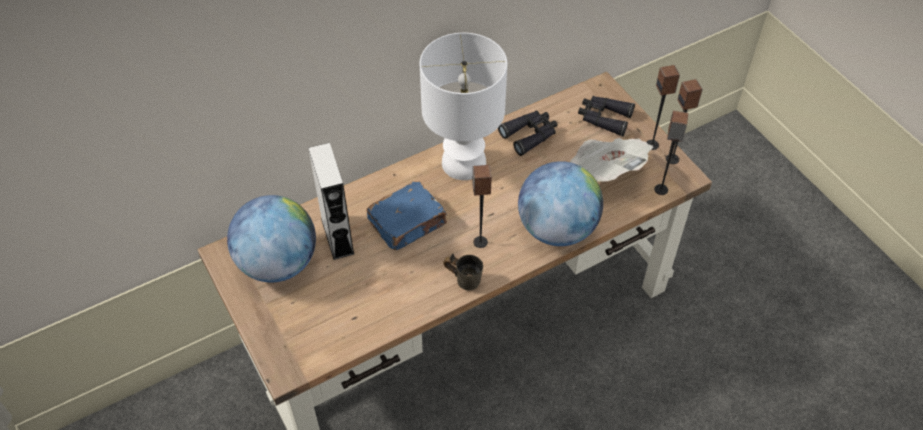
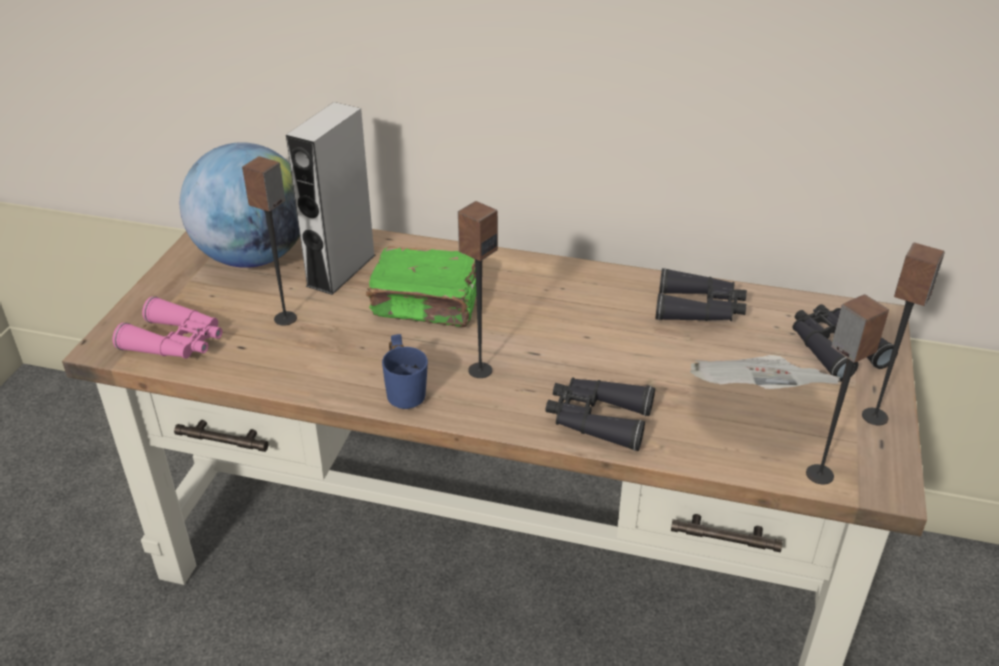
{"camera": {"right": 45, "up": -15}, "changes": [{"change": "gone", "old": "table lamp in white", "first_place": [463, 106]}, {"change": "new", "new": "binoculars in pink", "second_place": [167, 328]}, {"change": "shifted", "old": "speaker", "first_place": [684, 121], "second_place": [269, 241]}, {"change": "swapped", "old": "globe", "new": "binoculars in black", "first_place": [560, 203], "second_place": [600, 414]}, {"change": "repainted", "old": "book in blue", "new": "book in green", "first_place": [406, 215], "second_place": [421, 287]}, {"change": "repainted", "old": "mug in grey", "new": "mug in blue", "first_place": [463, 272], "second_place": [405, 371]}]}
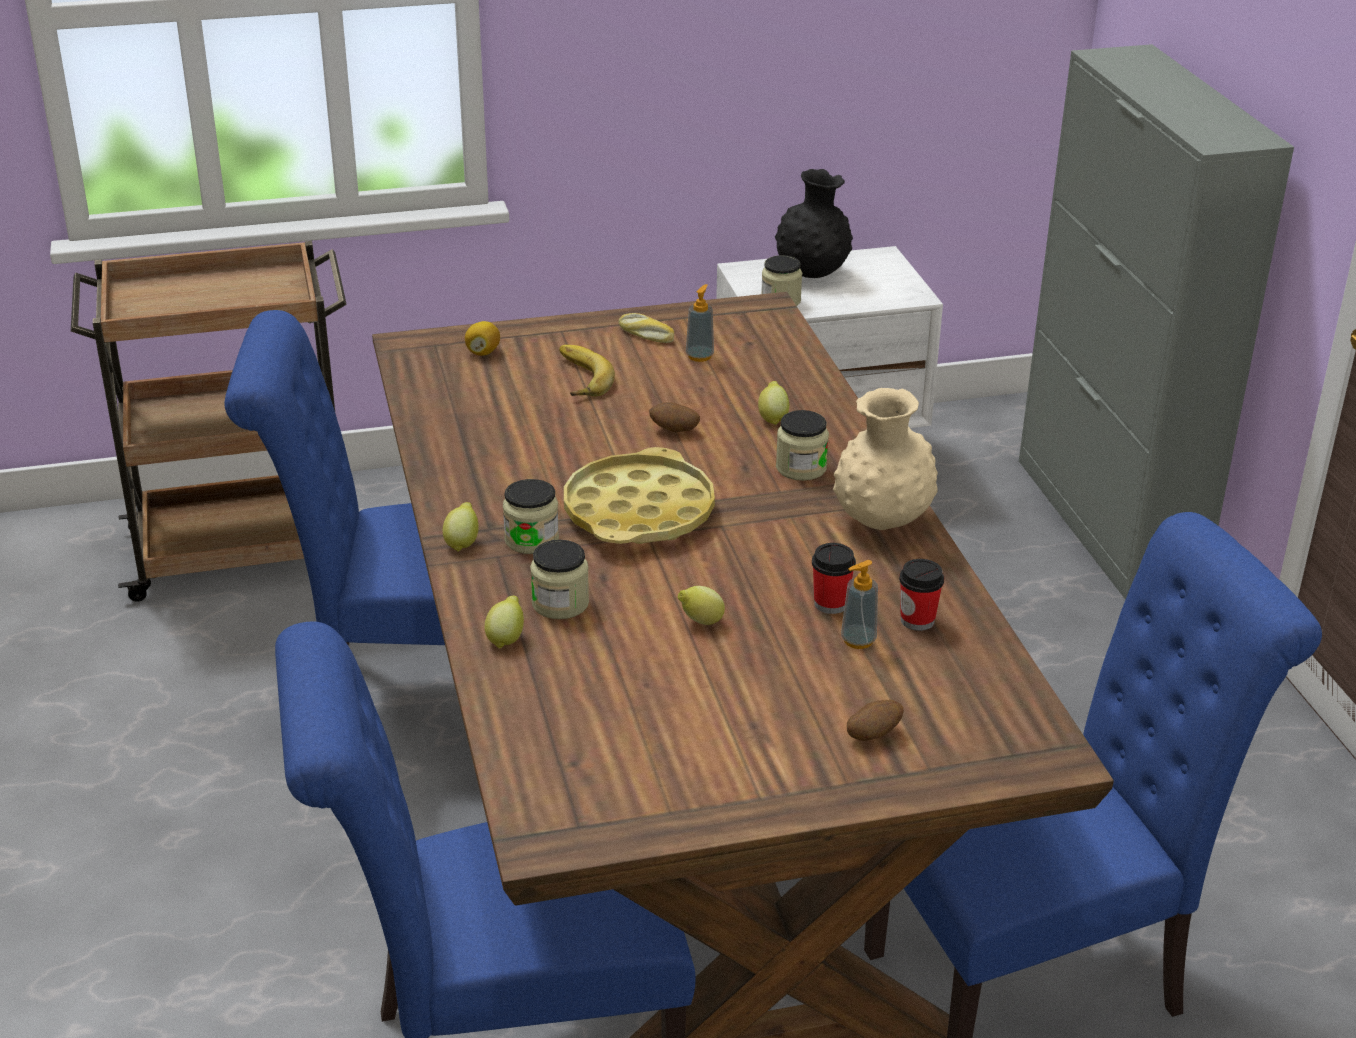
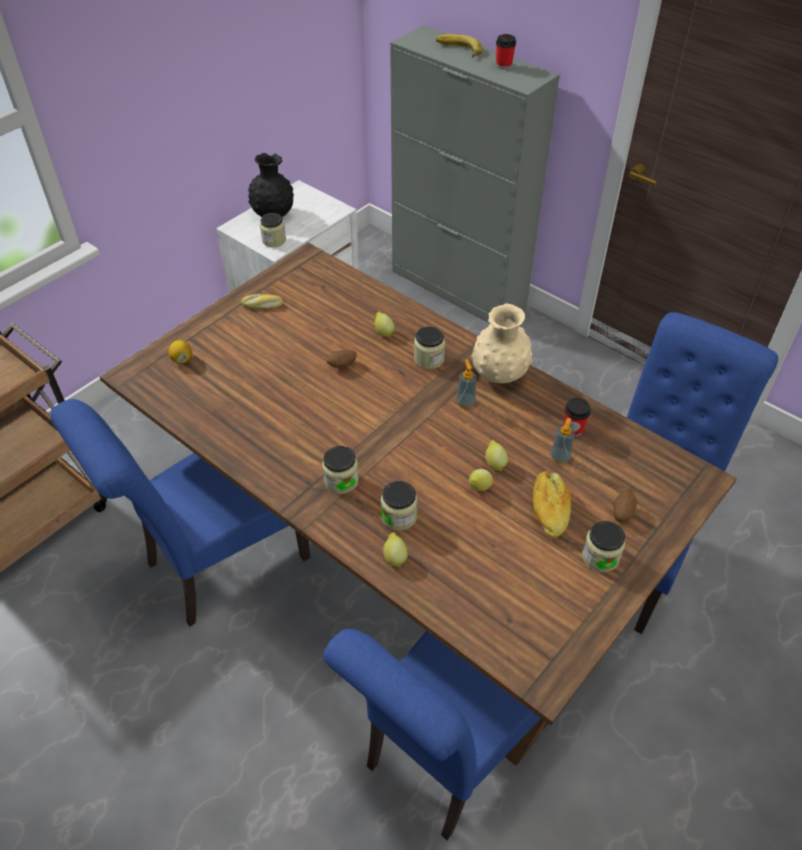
{"camera": {"right": -35, "up": 15}, "changes": [{"change": "gone", "old": "tray in yellow", "first_place": [639, 495]}, {"change": "new", "new": "bread", "second_place": [552, 504]}, {"change": "new", "new": "jar", "second_place": [603, 546]}, {"change": "shifted", "old": "lemon", "first_place": [460, 527], "second_place": [496, 455]}, {"change": "shifted", "old": "banana", "first_place": [587, 370], "second_place": [459, 45]}, {"change": "shifted", "old": "soap dispenser", "first_place": [700, 323], "second_place": [466, 383]}, {"change": "shifted", "old": "cup", "first_place": [834, 578], "second_place": [506, 52]}]}
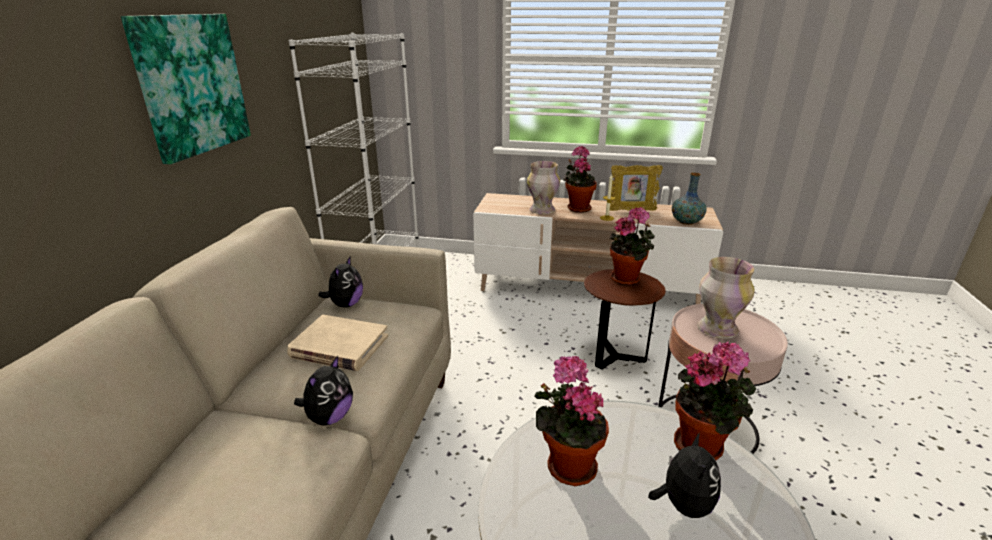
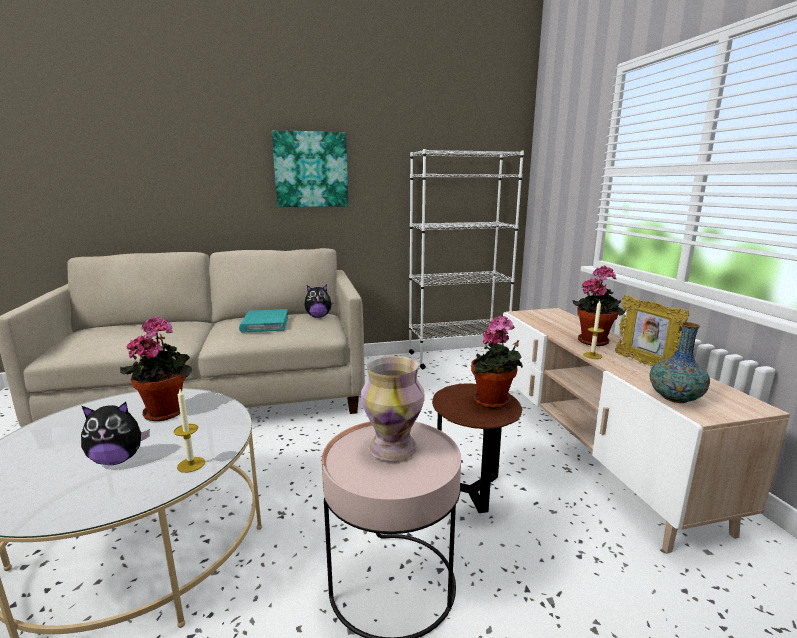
{"camera": {"right": 65, "up": -10}, "changes": [{"change": "gone", "old": "plush toy", "first_place": [323, 391]}, {"change": "gone", "old": "vase", "first_place": [543, 187]}, {"change": "swapped", "old": "potted plant", "new": "candle", "first_place": [715, 401], "second_place": [189, 431]}, {"change": "repainted", "old": "book in beige", "new": "book in turquoise", "first_place": [337, 343], "second_place": [263, 320]}]}
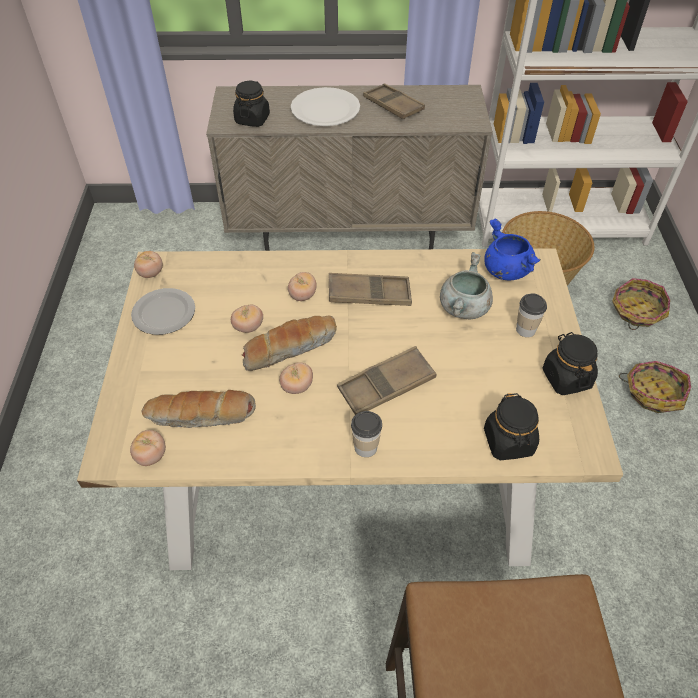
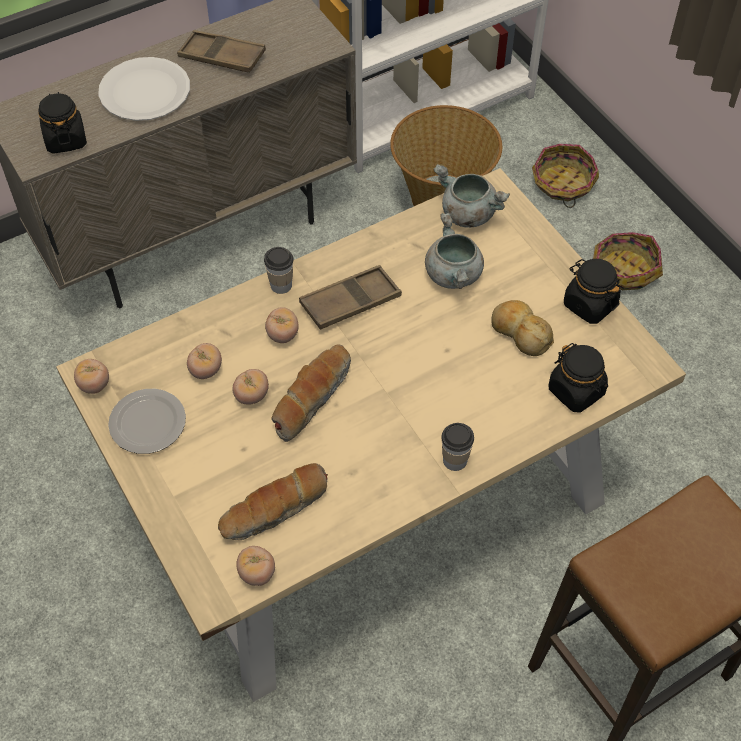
{"camera": {"right": -30, "up": 5}, "changes": [{"change": "gone", "old": "tray in brown", "first_place": [387, 380]}, {"change": "new", "new": "bread", "second_place": [522, 328]}, {"change": "shifted", "old": "tomato", "first_place": [296, 378], "second_place": [204, 361]}, {"change": "shifted", "old": "cup", "first_place": [531, 315], "second_place": [279, 270]}, {"change": "repainted", "old": "cooking pot in blue", "new": "cooking pot in grey", "first_place": [512, 249], "second_place": [471, 196]}]}
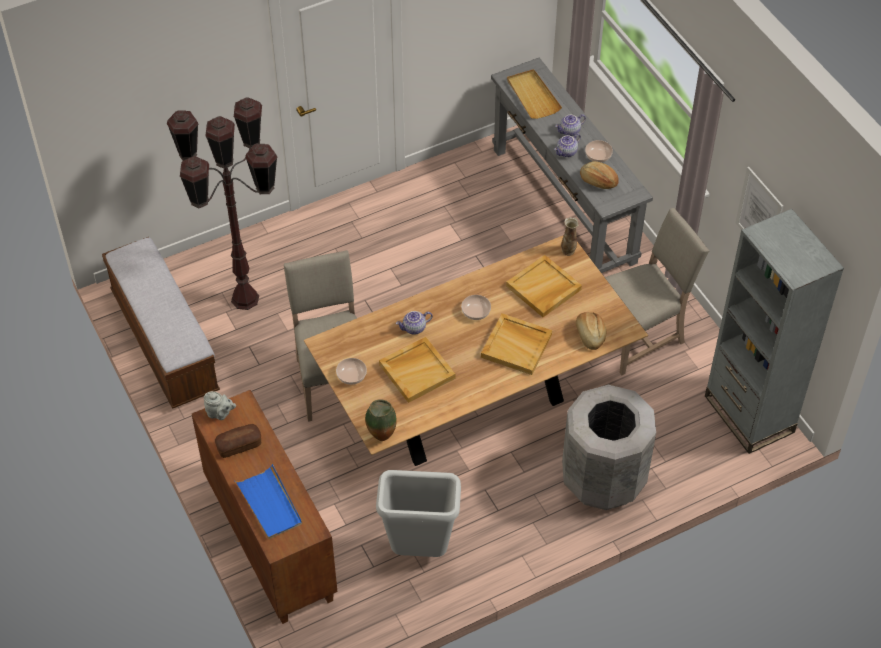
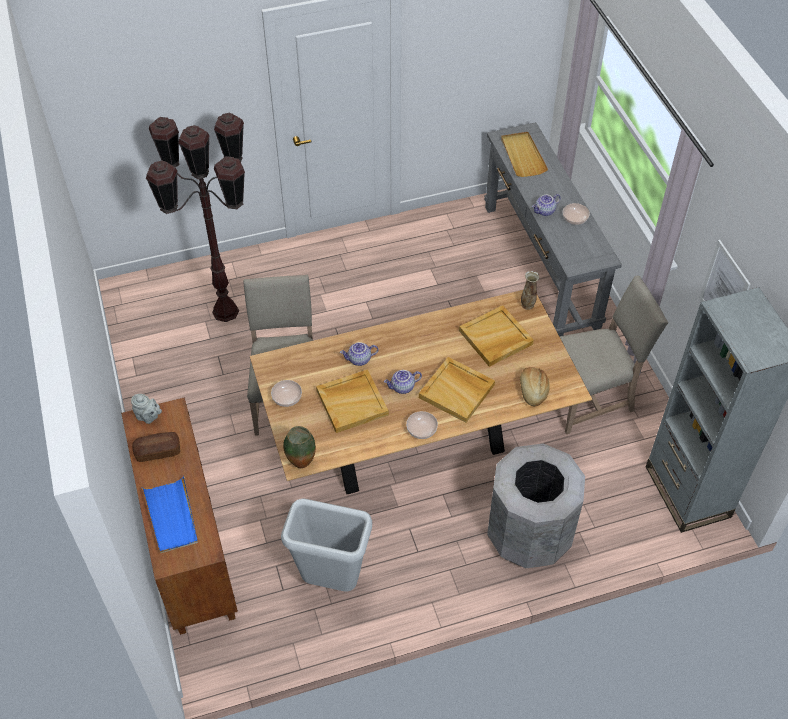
{"camera": {"right": 10, "up": 0}, "changes": [{"change": "gone", "old": "bench", "first_place": [161, 323]}, {"change": "gone", "old": "bread", "first_place": [599, 175]}, {"change": "shifted", "old": "bowl", "first_place": [476, 307], "second_place": [422, 425]}, {"change": "shifted", "old": "teapot", "first_place": [570, 125], "second_place": [403, 382]}]}
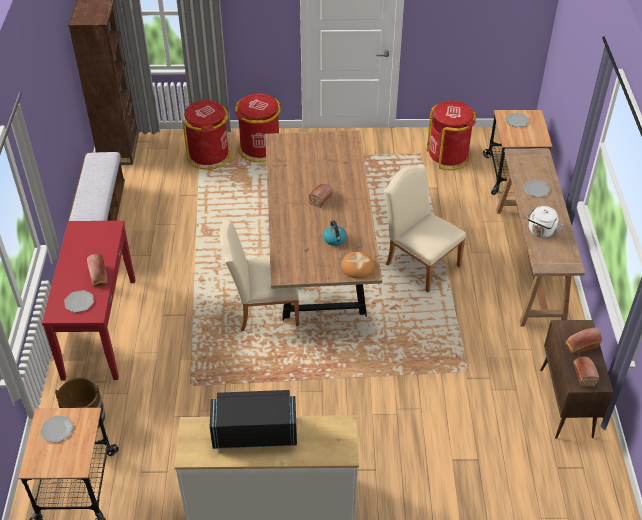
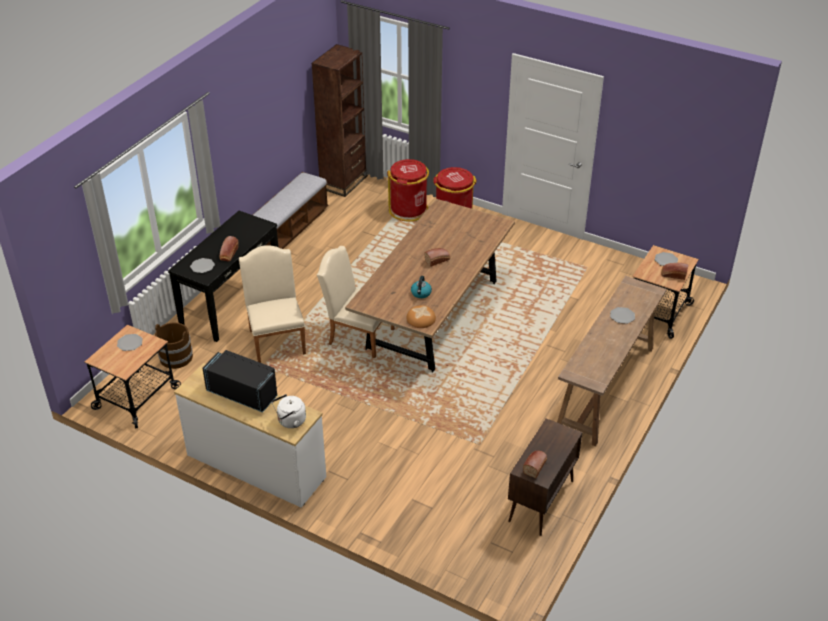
{"camera": {"right": 30, "up": -5}, "changes": [{"change": "gone", "old": "trash can in red", "first_place": [451, 135]}, {"change": "shifted", "old": "chair in beige", "first_place": [425, 228], "second_place": [272, 304]}, {"change": "shifted", "old": "kettle in white", "first_place": [545, 221], "second_place": [289, 411]}, {"change": "shifted", "old": "bread", "first_place": [583, 340], "second_place": [675, 271]}, {"change": "repainted", "old": "console table in red", "new": "console table in black", "first_place": [88, 300], "second_place": [223, 276]}]}
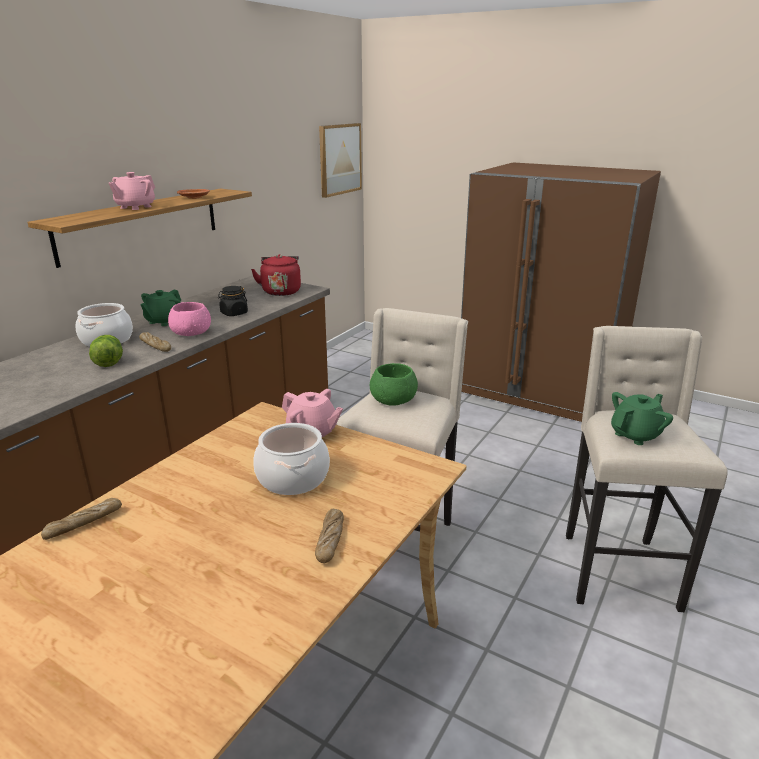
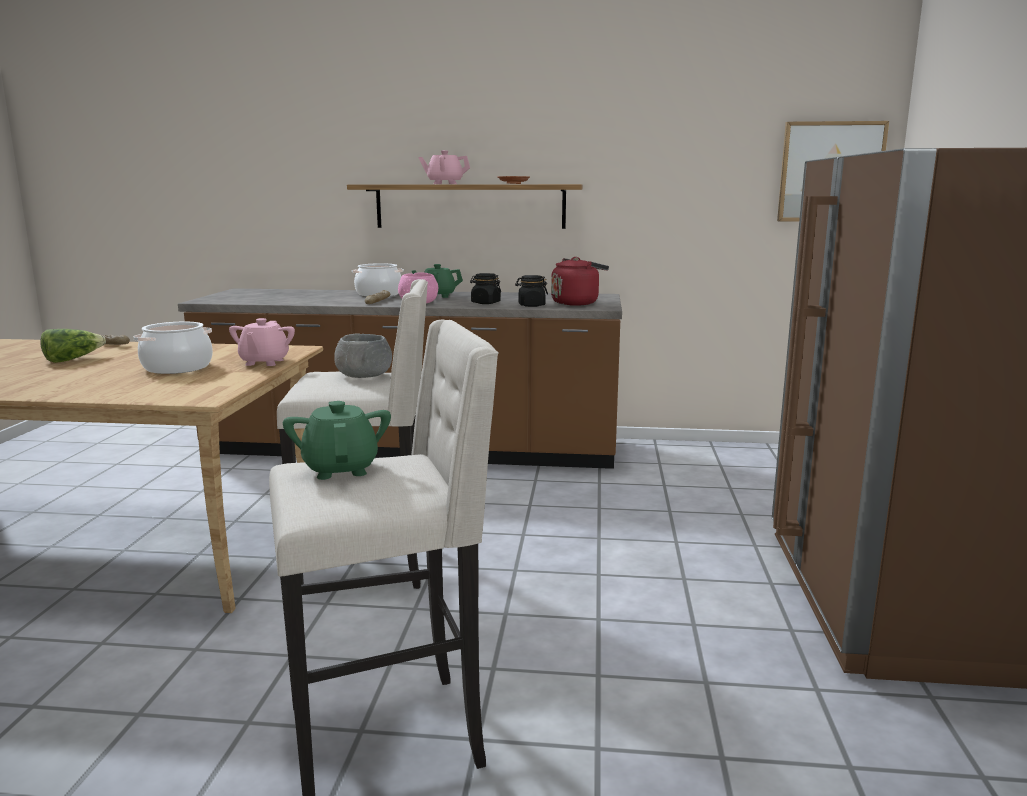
{"camera": {"right": 65, "up": -10}, "changes": [{"change": "gone", "old": "bread", "first_place": [329, 536]}, {"change": "new", "new": "jar in black", "second_place": [531, 291]}, {"change": "shifted", "old": "lettuce", "first_place": [106, 351], "second_place": [73, 346]}, {"change": "repainted", "old": "bowl in green", "new": "bowl in grey", "first_place": [394, 384], "second_place": [363, 355]}, {"change": "rotated", "old": "teapot in green", "first_place": [642, 418], "second_place": [337, 440], "degrees": -135}]}
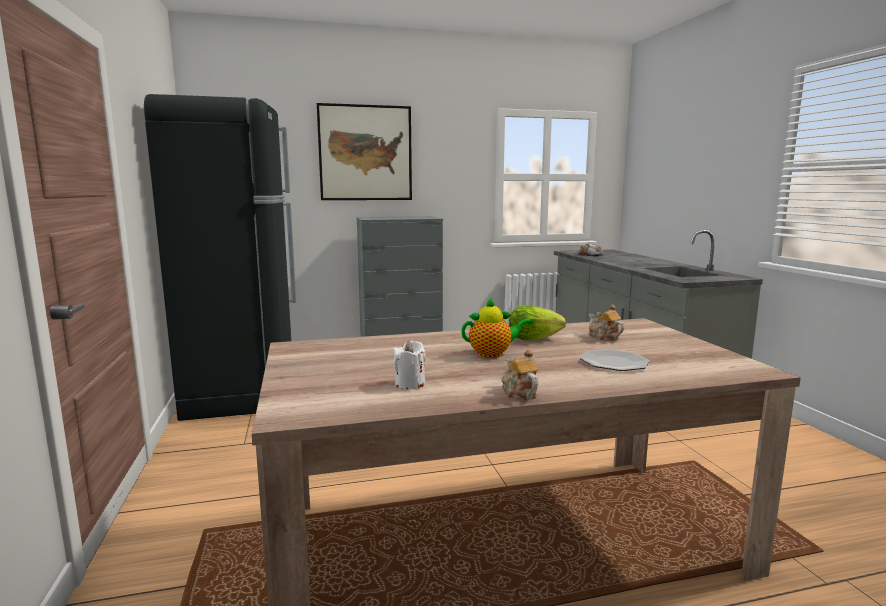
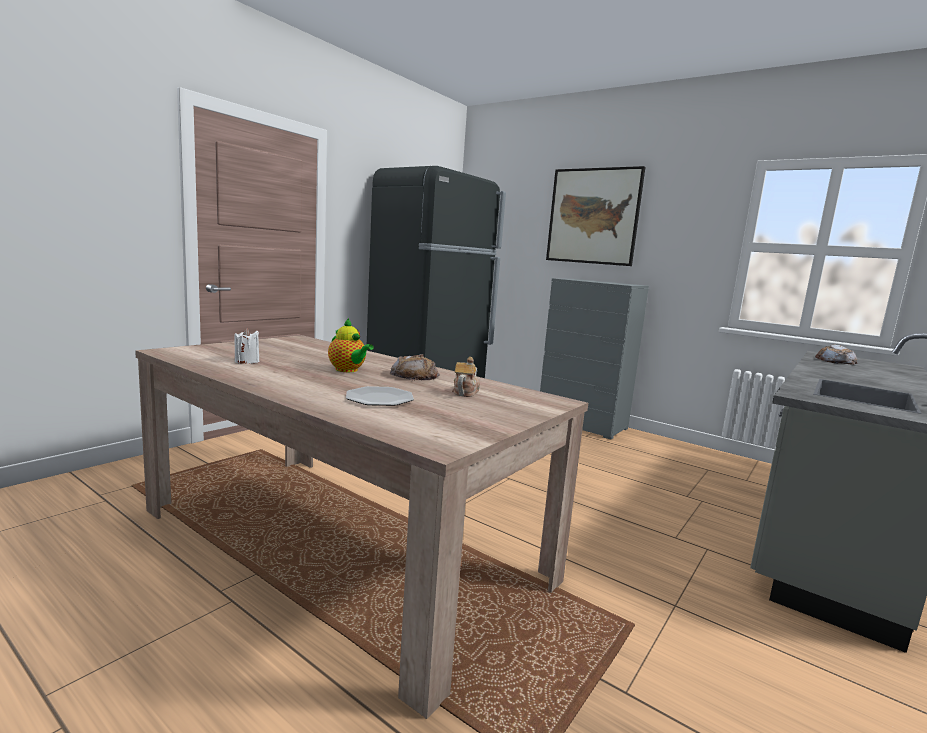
{"camera": {"right": 50, "up": 0}, "changes": [{"change": "gone", "old": "teapot", "first_place": [520, 374]}, {"change": "swapped", "old": "lettuce", "new": "bread", "first_place": [537, 322], "second_place": [415, 367]}]}
